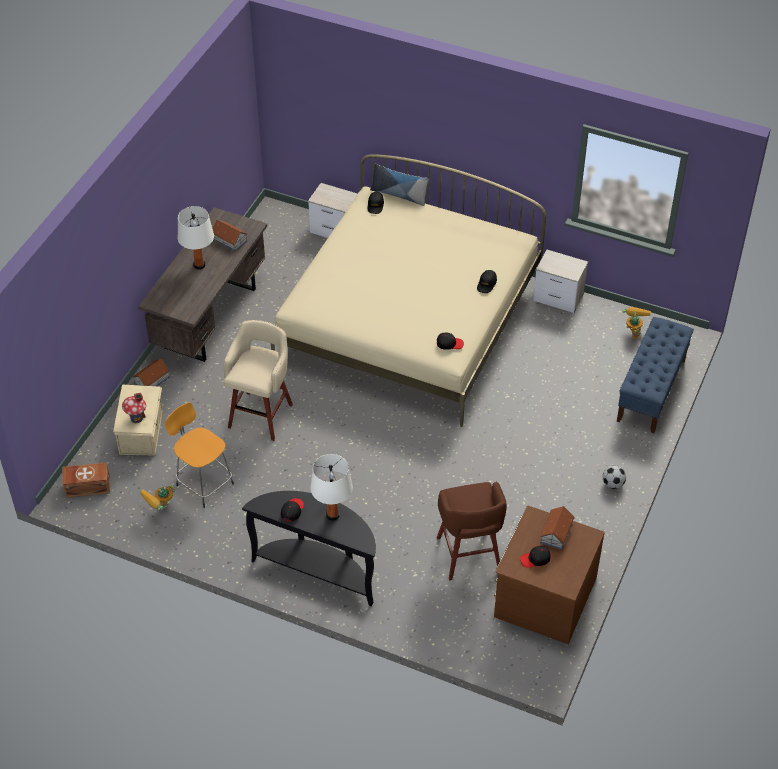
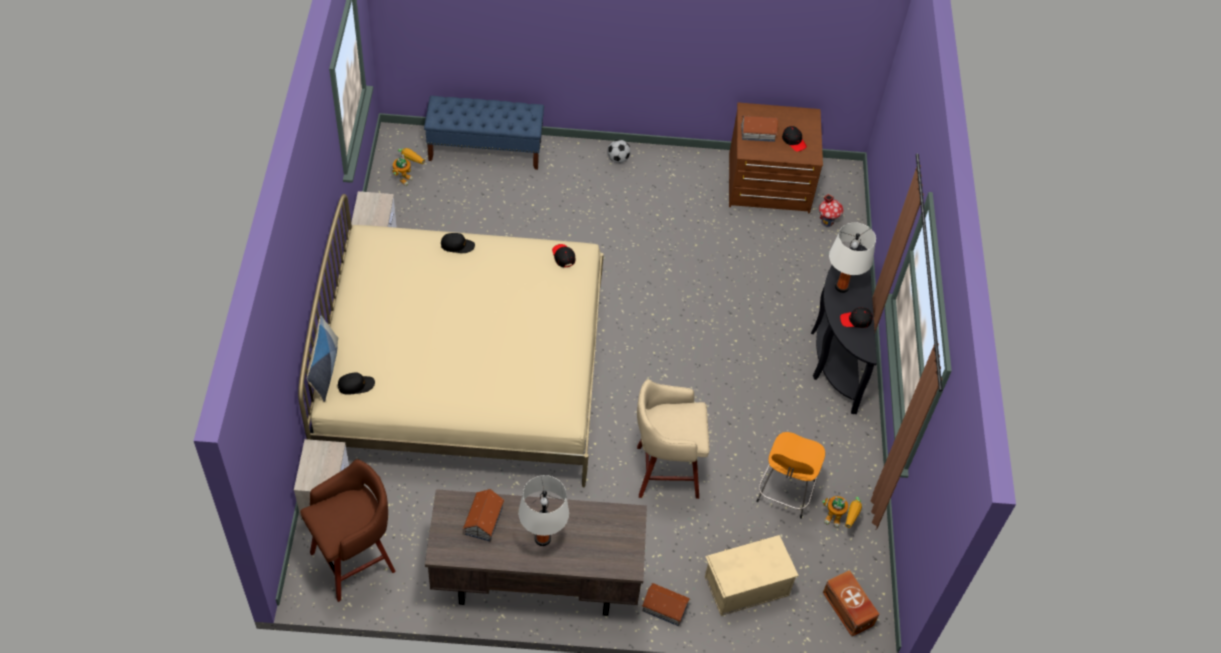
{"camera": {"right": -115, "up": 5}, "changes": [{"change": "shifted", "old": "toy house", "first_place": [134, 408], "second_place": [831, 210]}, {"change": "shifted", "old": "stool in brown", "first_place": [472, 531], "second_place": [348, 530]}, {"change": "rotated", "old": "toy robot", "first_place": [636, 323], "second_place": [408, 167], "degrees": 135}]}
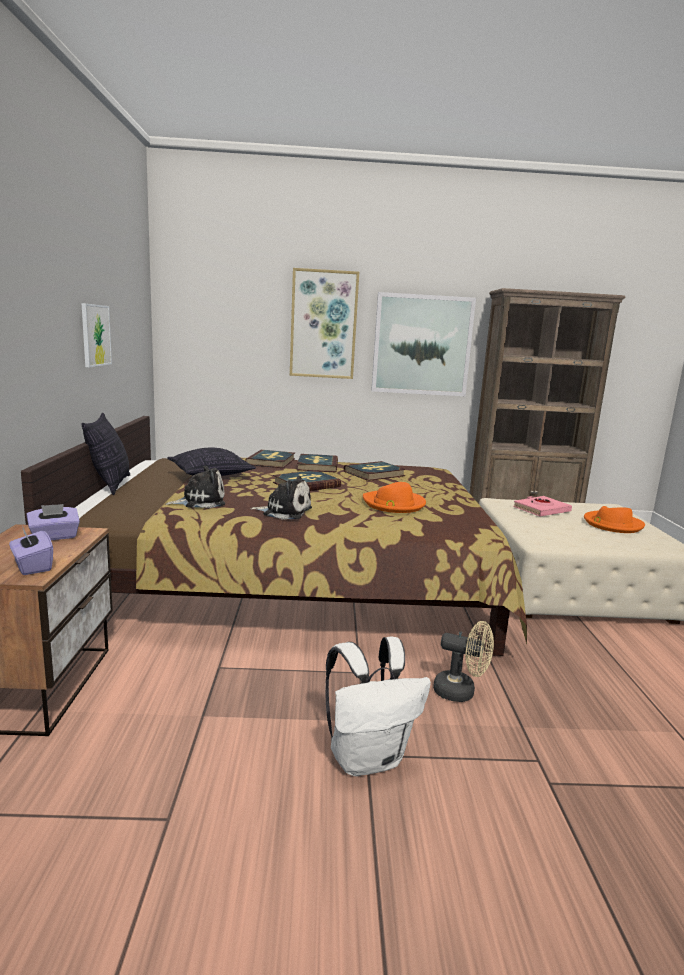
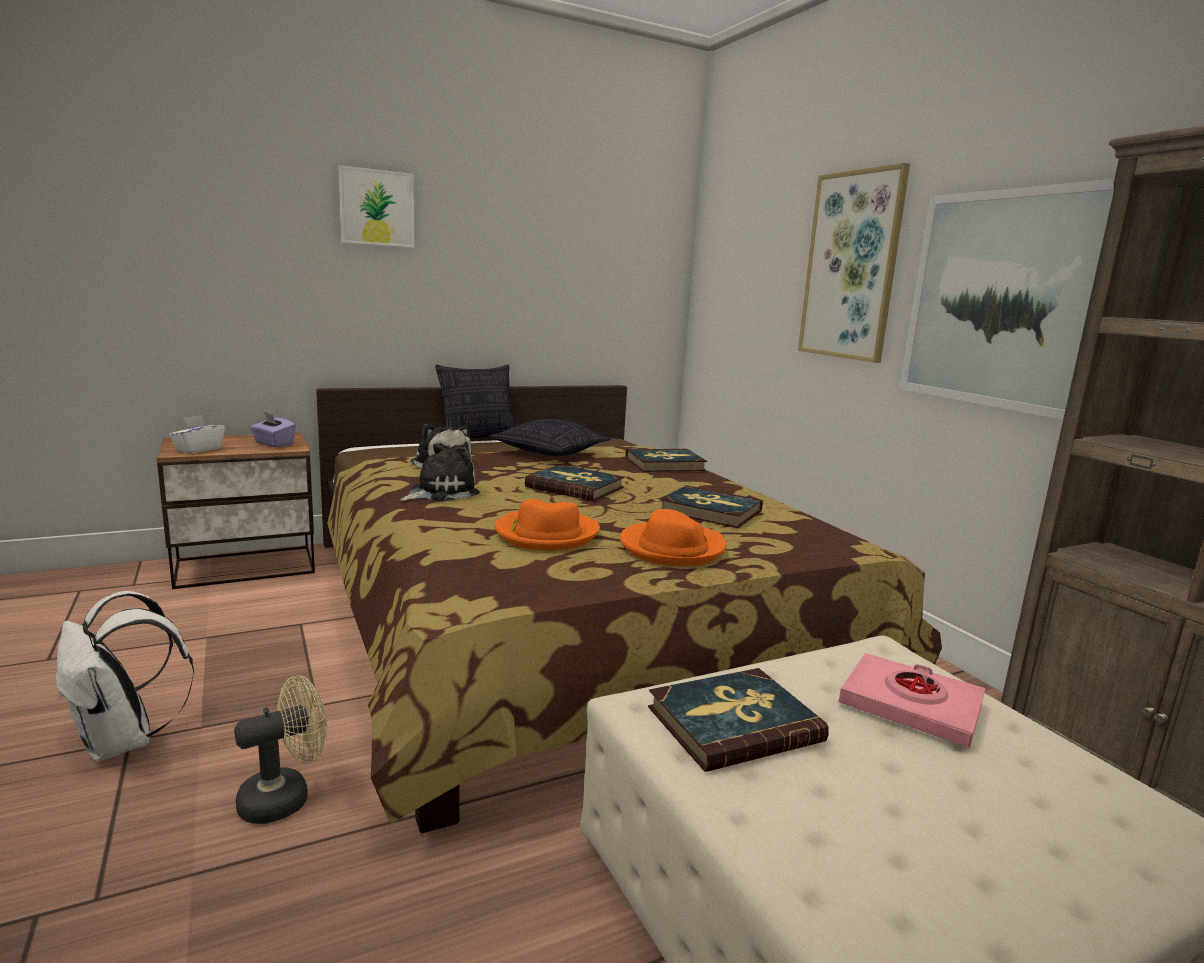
{"camera": {"right": 65, "up": 0}, "changes": [{"change": "shifted", "old": "picture", "first_place": [96, 335], "second_place": [376, 206]}, {"change": "shifted", "old": "book", "first_place": [317, 463], "second_place": [738, 720]}, {"change": "shifted", "old": "hat in orange", "first_place": [614, 519], "second_place": [673, 537]}, {"change": "repainted", "old": "tissue box in purple", "new": "tissue box in white", "first_place": [31, 550], "second_place": [197, 434]}, {"change": "rotated", "old": "plush toy", "first_place": [281, 498], "second_place": [440, 472], "degrees": -120}, {"change": "rotated", "old": "fan in beige", "first_place": [463, 661], "second_place": [280, 749], "degrees": -120}]}
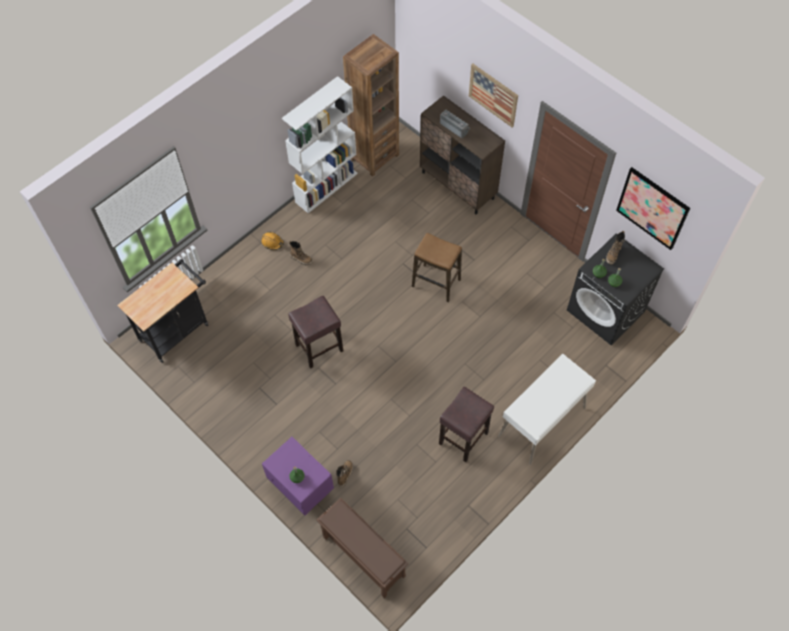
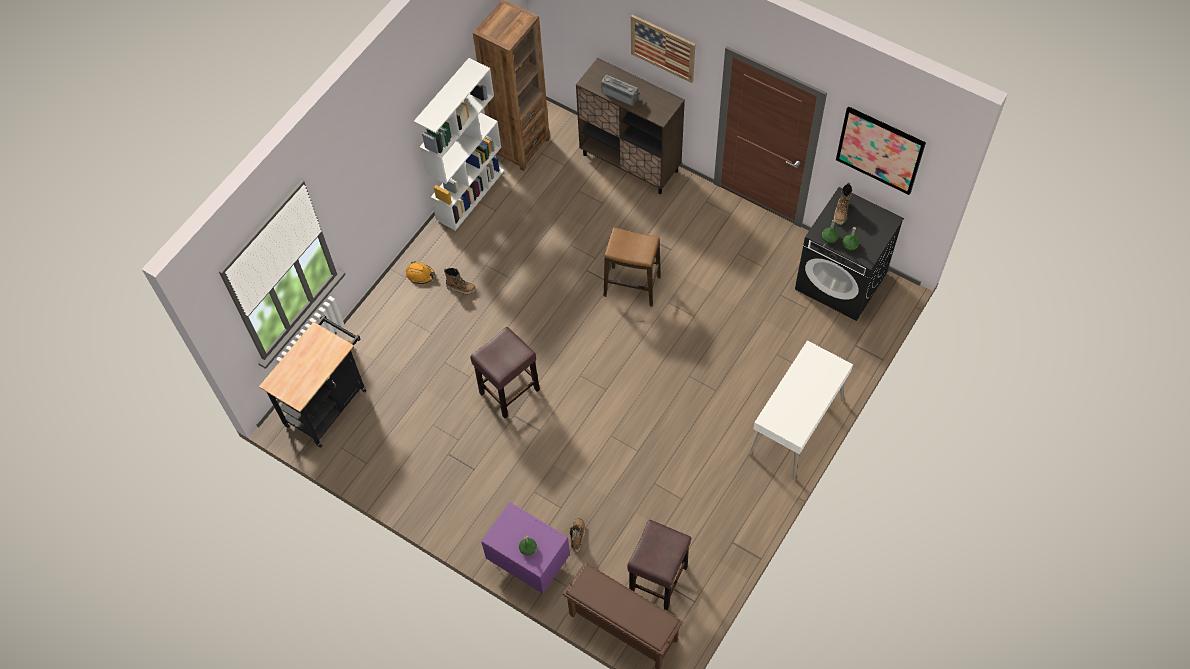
{"camera": {"right": -10, "up": 0}, "changes": [{"change": "shifted", "old": "stool in brown", "first_place": [466, 424], "second_place": [659, 565]}]}
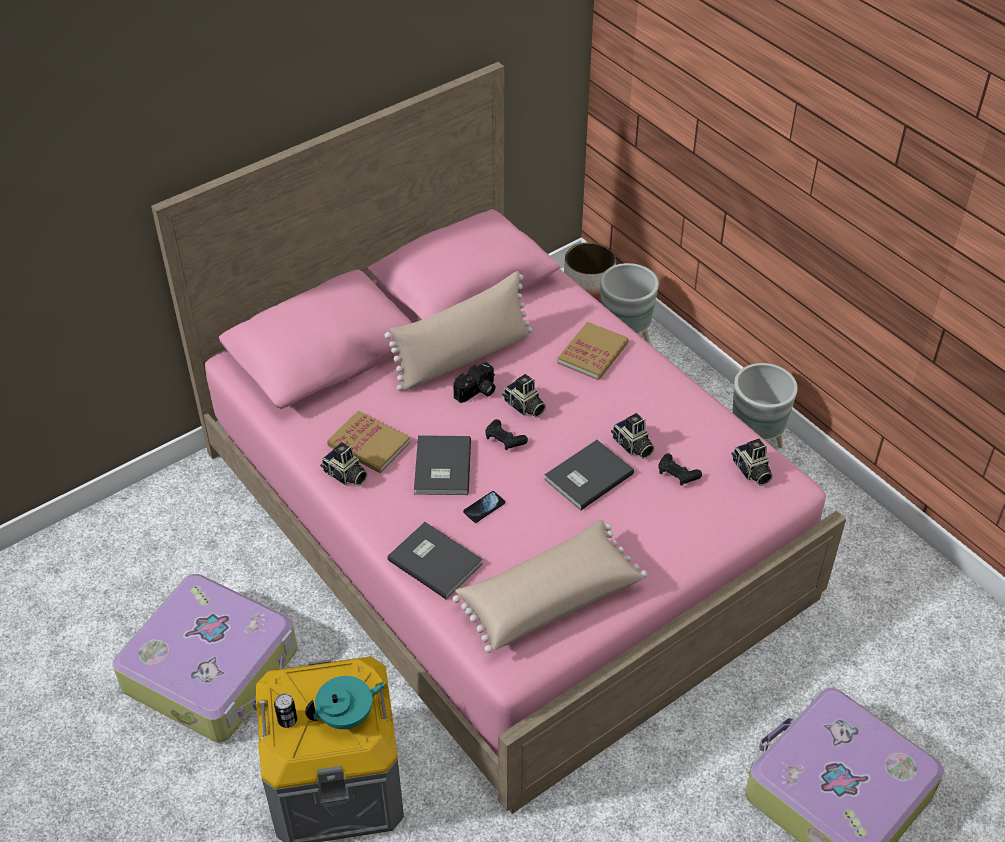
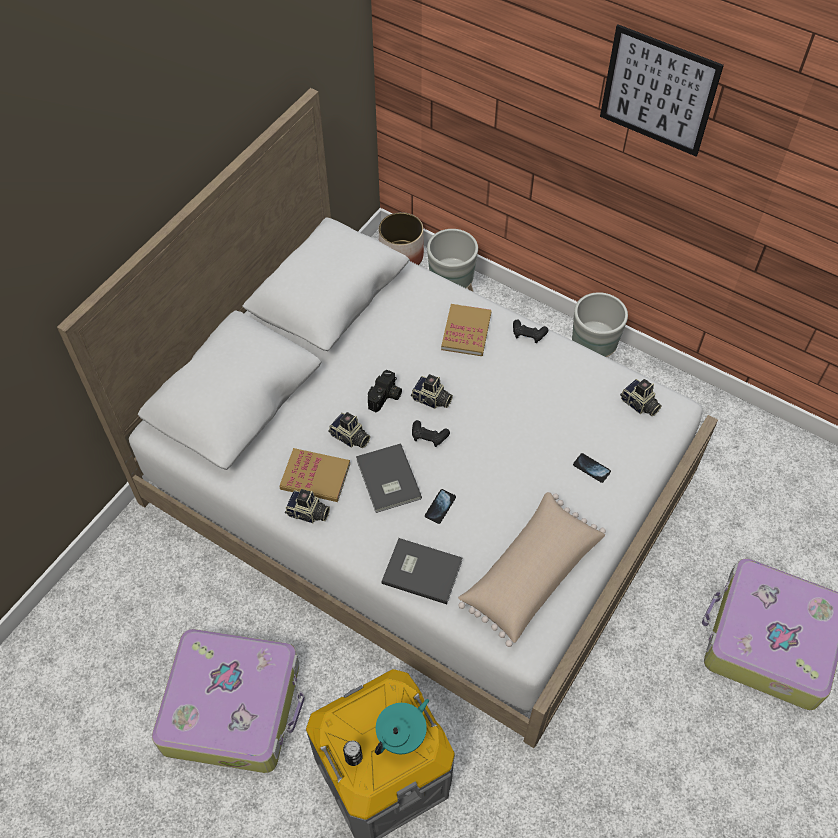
{"camera": {"right": -20, "up": 10}, "changes": [{"change": "gone", "old": "pillow in beige", "first_place": [458, 331]}, {"change": "gone", "old": "book in grey", "first_place": [589, 475]}, {"change": "new", "new": "phone", "second_place": [592, 468]}, {"change": "new", "new": "picture", "second_place": [662, 90]}, {"change": "shifted", "old": "photo camera", "first_place": [633, 436], "second_place": [349, 430]}, {"change": "shifted", "old": "game controller in black", "first_place": [680, 469], "second_place": [530, 331]}, {"change": "repainted", "old": "bed in pink", "new": "bed in white", "first_place": [498, 438], "second_place": [387, 418]}]}
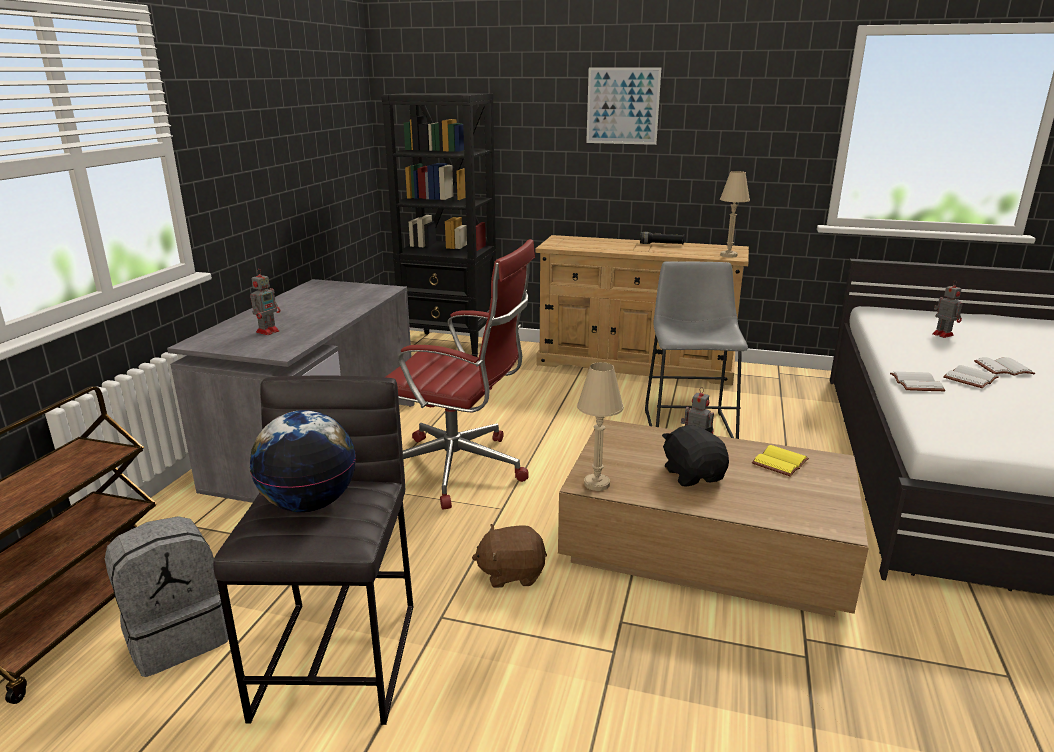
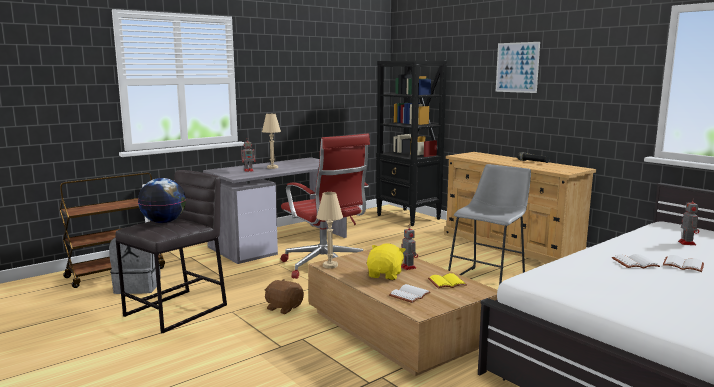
{"camera": {"right": 35, "up": -10}, "changes": [{"change": "shifted", "old": "table lamp in beige", "first_place": [735, 214], "second_place": [271, 141]}, {"change": "shifted", "old": "book in white", "first_place": [918, 381], "second_place": [410, 293]}, {"change": "repainted", "old": "plush toy in black", "new": "plush toy in yellow", "first_place": [695, 455], "second_place": [386, 261]}]}
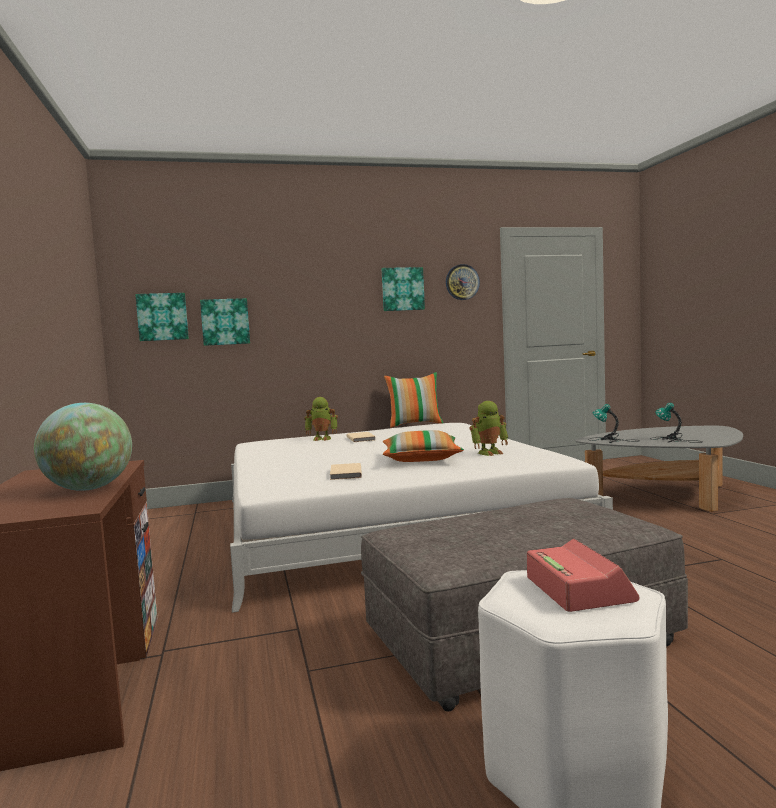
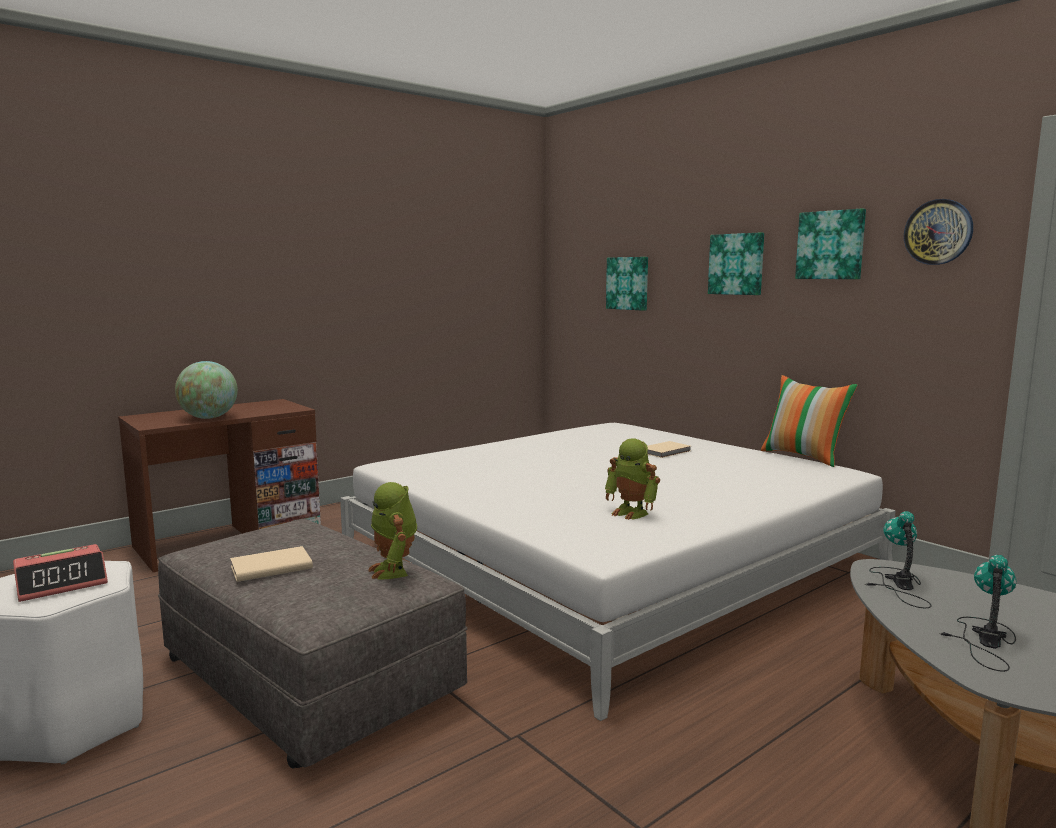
{"camera": {"right": 65, "up": 5}, "changes": [{"change": "gone", "old": "pillow", "first_place": [423, 446]}, {"change": "shifted", "old": "picture", "first_place": [162, 317], "second_place": [736, 264]}, {"change": "shifted", "old": "toy robot", "first_place": [321, 419], "second_place": [392, 531]}, {"change": "shifted", "old": "book in beige", "first_place": [346, 471], "second_place": [271, 564]}]}
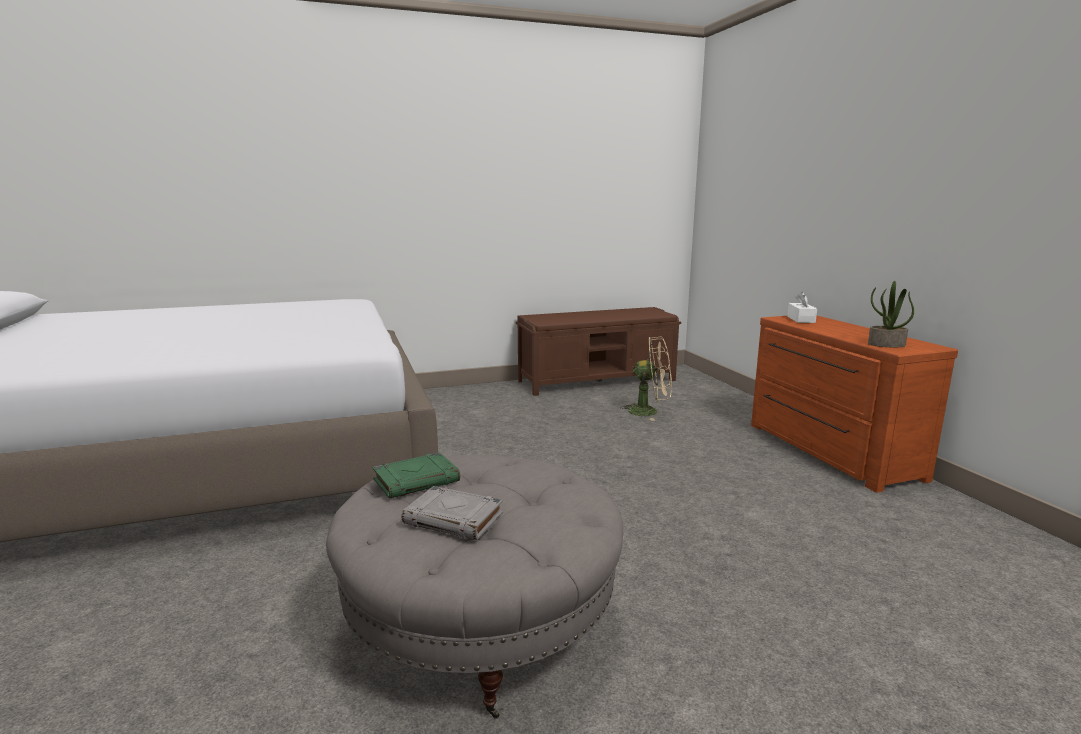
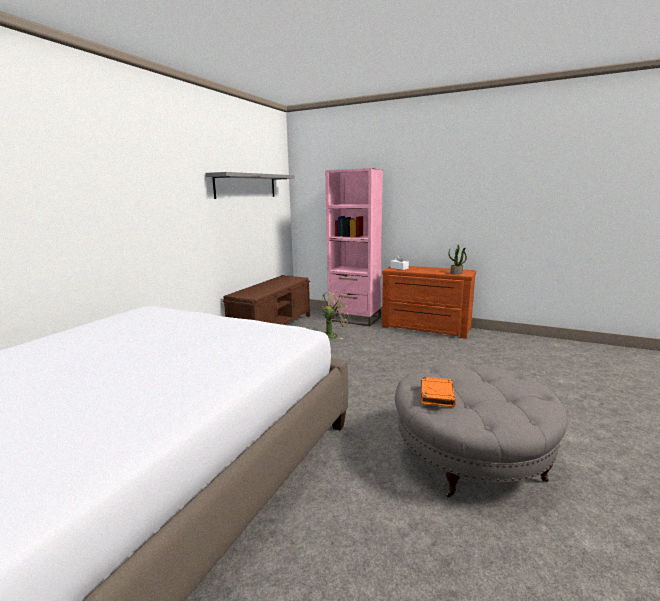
{"camera": {"right": -45, "up": 0}, "changes": [{"change": "gone", "old": "book in grey", "first_place": [452, 513]}, {"change": "new", "new": "shelf in grey", "second_place": [250, 185]}, {"change": "new", "new": "bookcase in pink", "second_place": [354, 247]}, {"change": "repainted", "old": "book in green", "new": "book in orange", "first_place": [416, 475], "second_place": [438, 392]}]}
